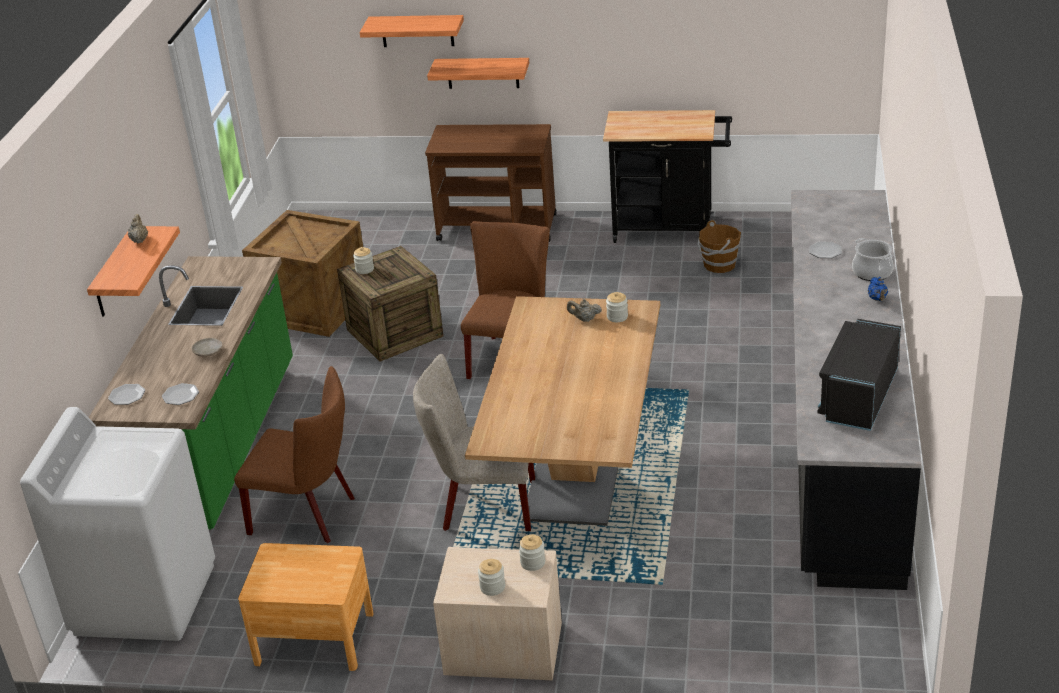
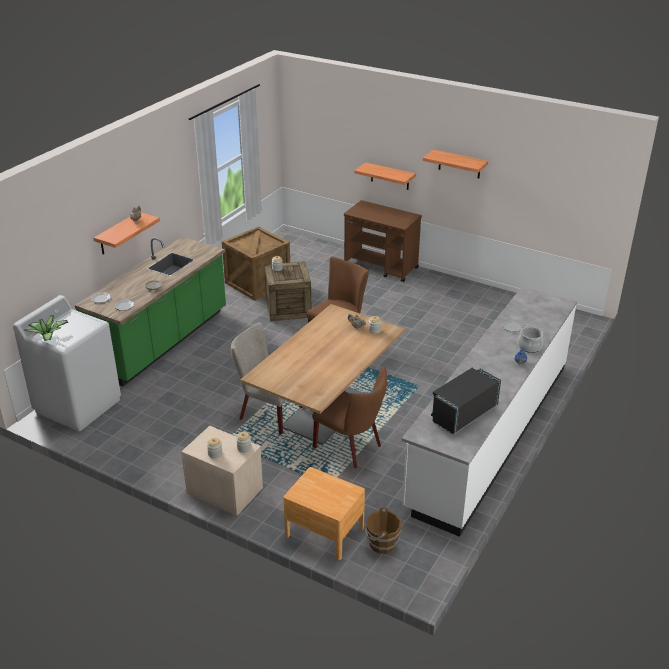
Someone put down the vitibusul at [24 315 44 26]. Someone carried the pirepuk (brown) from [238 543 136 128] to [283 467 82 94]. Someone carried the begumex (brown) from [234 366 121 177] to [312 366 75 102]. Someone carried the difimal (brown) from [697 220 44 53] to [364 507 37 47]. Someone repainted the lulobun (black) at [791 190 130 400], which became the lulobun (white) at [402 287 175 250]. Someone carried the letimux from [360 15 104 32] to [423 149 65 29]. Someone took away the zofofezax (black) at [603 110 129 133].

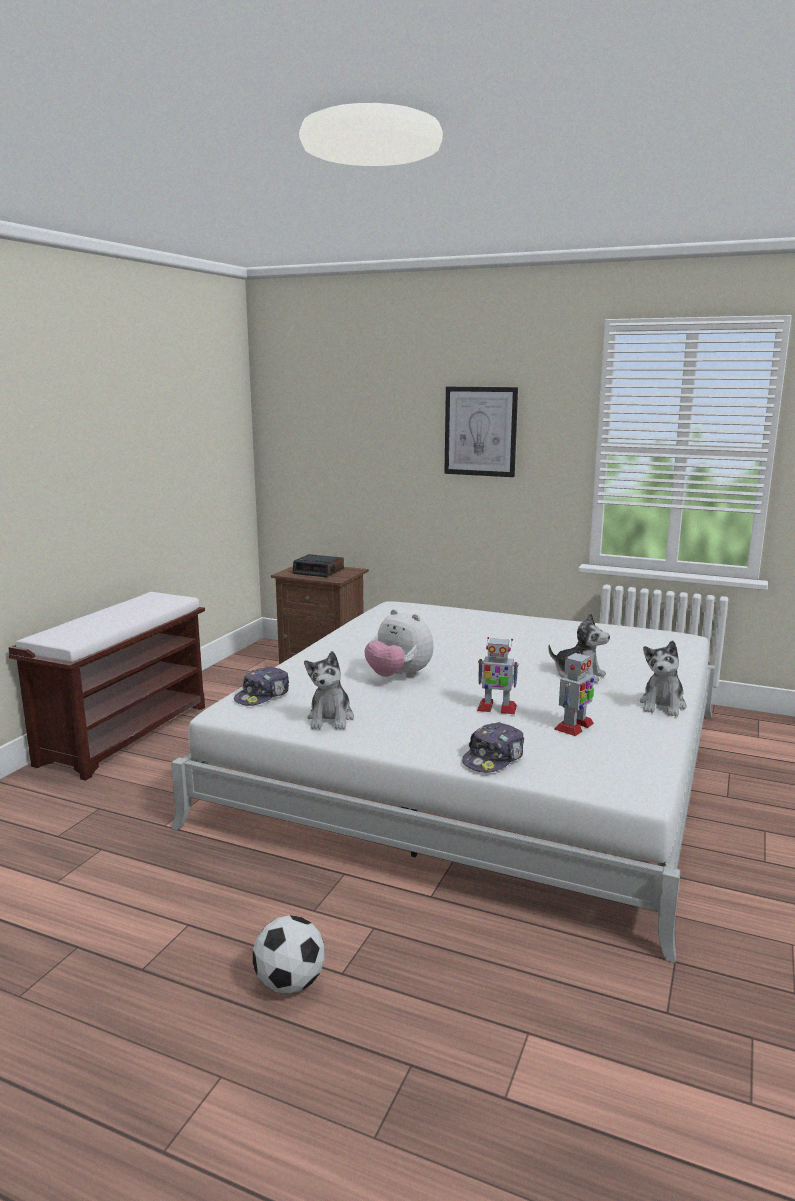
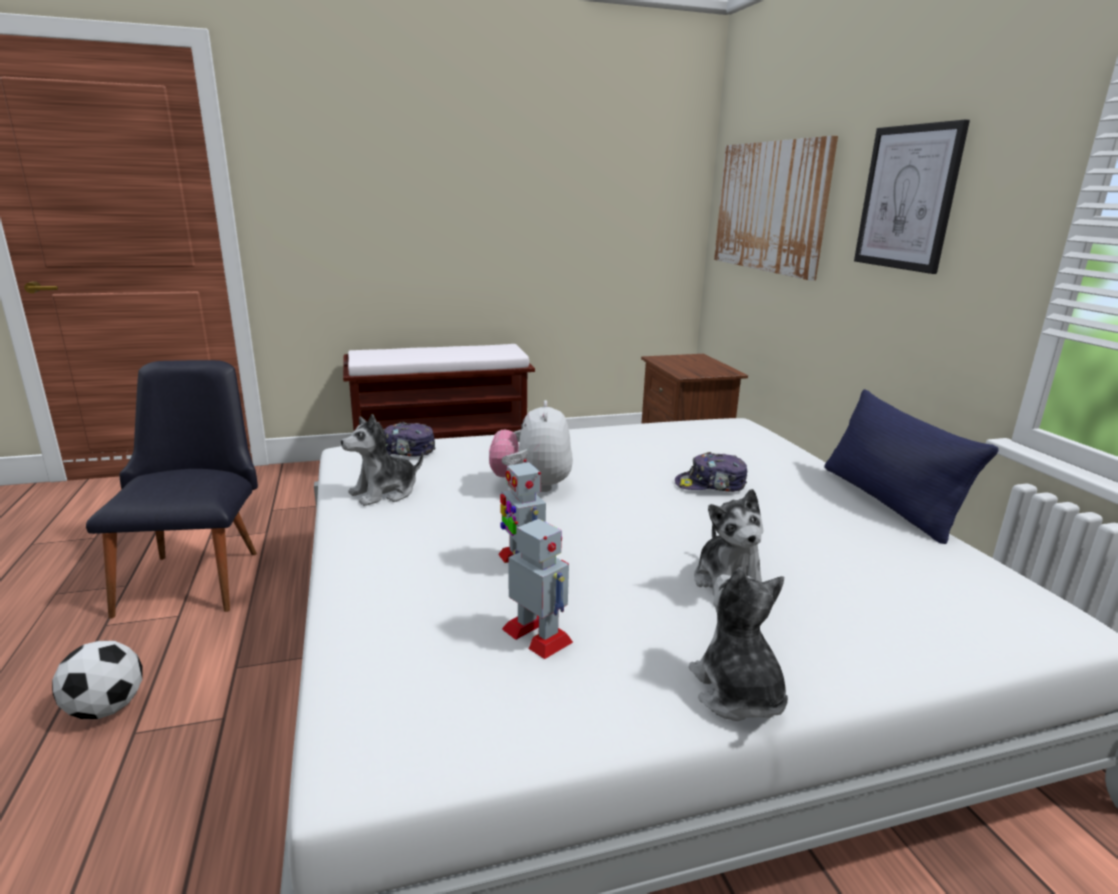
Someone put down the begumex (black) at [86 360 172 259]. Someone rotated the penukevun at [554 650 40 86] by 135 degrees counterclockwise. Someone carried the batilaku from [462 722 62 51] to [675 452 72 40]. Someone rotated the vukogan at [640 641 47 75] by 90 degrees clockwise. Someone put up the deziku at [714 136 124 145]. Someone put down the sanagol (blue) at [824 389 175 155]. Someone took away the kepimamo at [293 554 51 23].

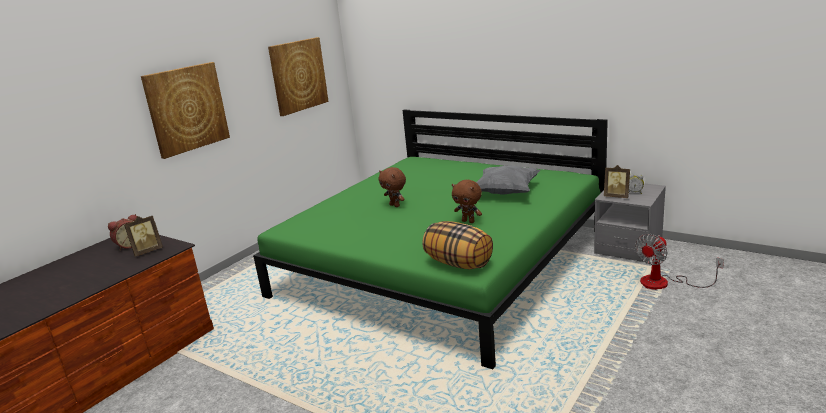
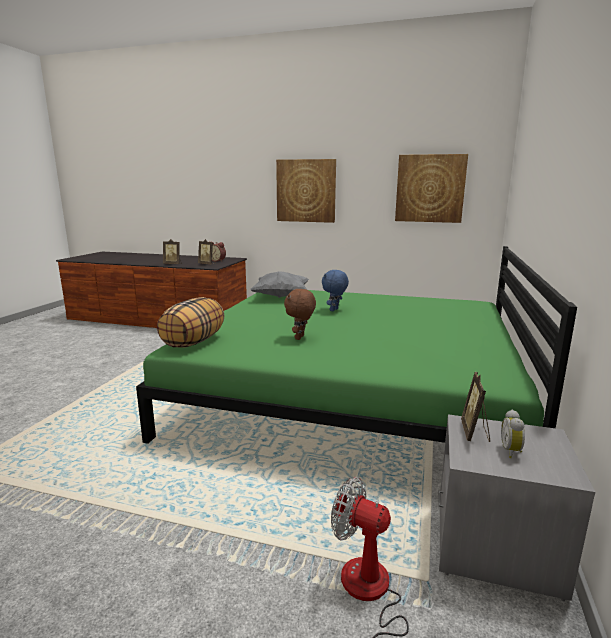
Someone put down the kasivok at [163 239 18 25]. Someone carried the sanagol (grey) from [476 165 64 30] to [250 271 59 27]. Someone repainted the vukogan (brown) at [379 167 27 40], which became the vukogan (blue) at [322 270 27 41].

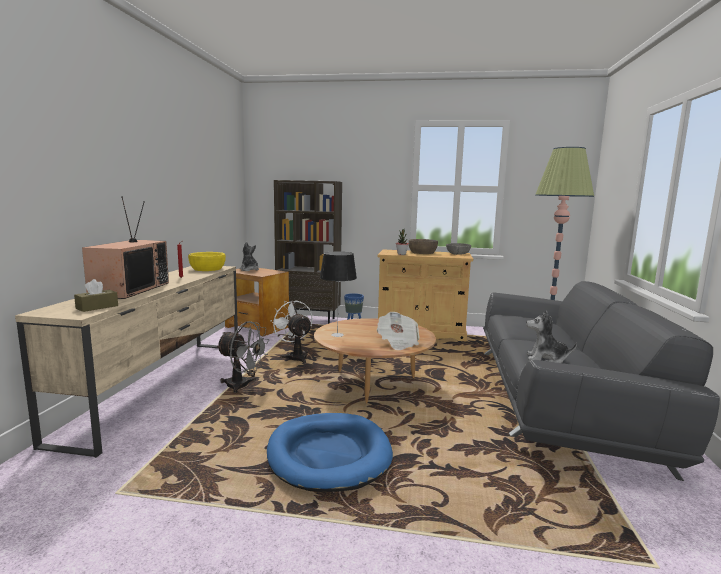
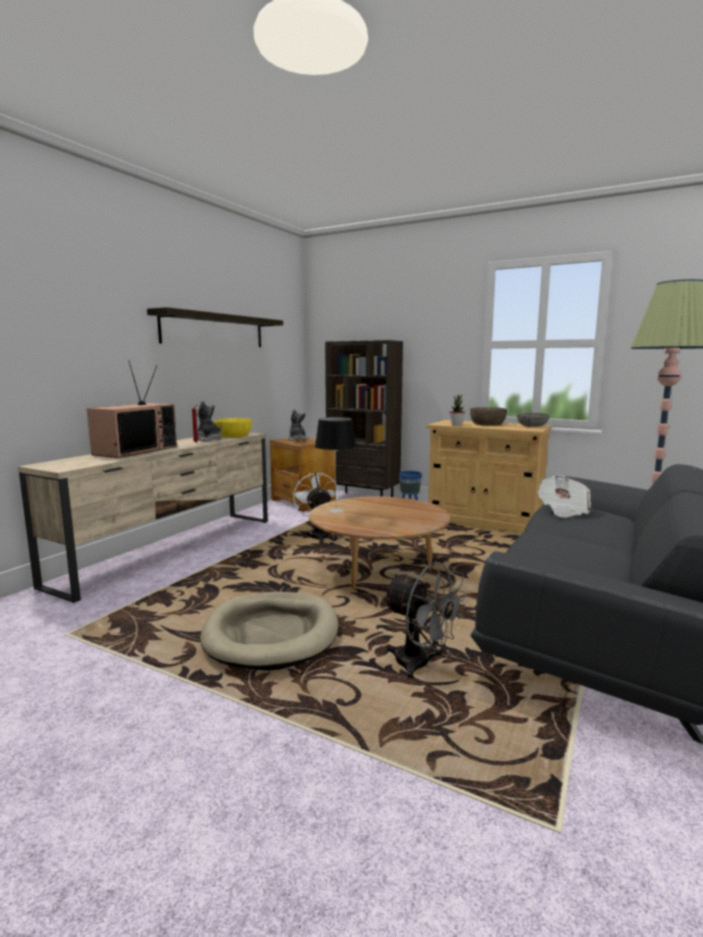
Someone put up the letimux at [147 307 136 40]. Someone carried the vukogan from [526 311 51 52] to [193 401 29 40]. Someone repainted the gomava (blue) at [267 413 126 79], which became the gomava (beige) at [200 592 138 79]. Someone carried the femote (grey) from [216 321 53 72] to [382 562 85 116]. Someone carried the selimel from [377 312 42 38] to [537 475 54 43]. Someone took away the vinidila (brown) at [74 279 44 33].

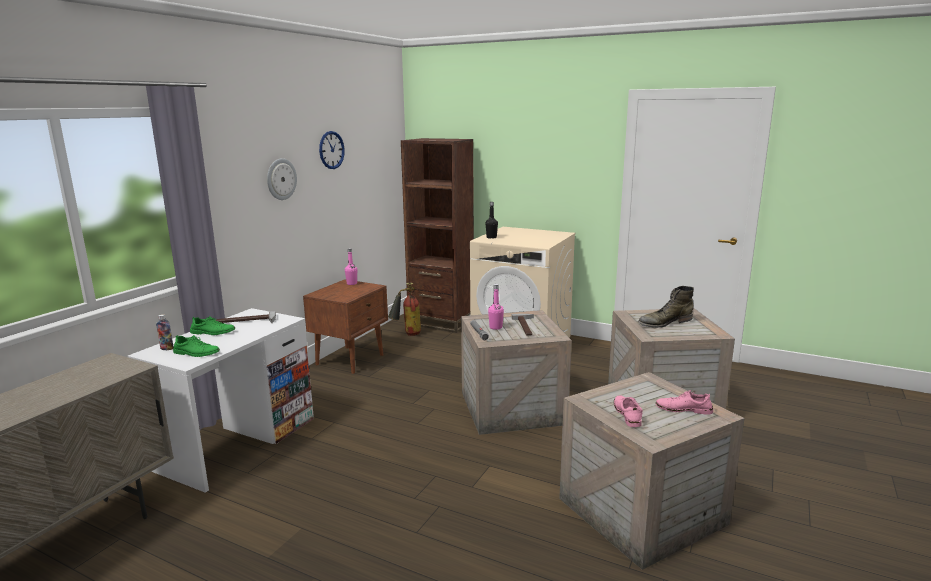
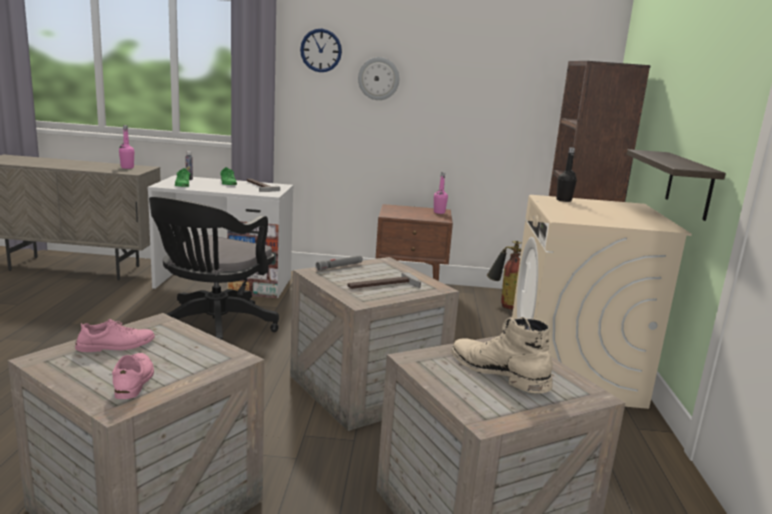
Someone carried the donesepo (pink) from [488 284 16 46] to [119 125 16 44]. Someone put down the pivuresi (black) at [149 197 130 143]. Someone carried the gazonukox from [319 131 26 38] to [300 29 42 43]. Someone repainted the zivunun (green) at [638 286 56 42], which became the zivunun (beige) at [451 317 102 76]. Someone put up the letimux at [627 149 99 72].

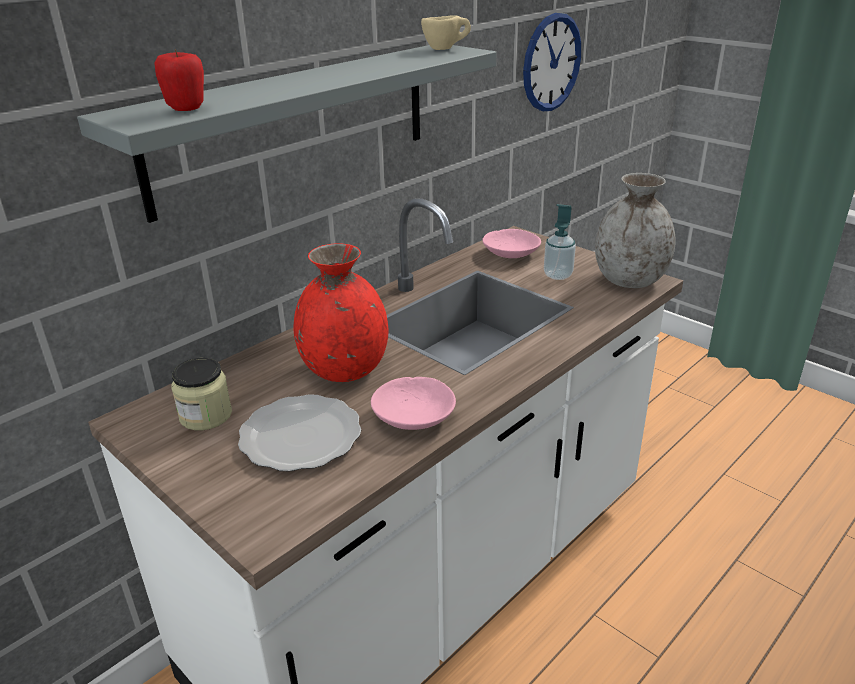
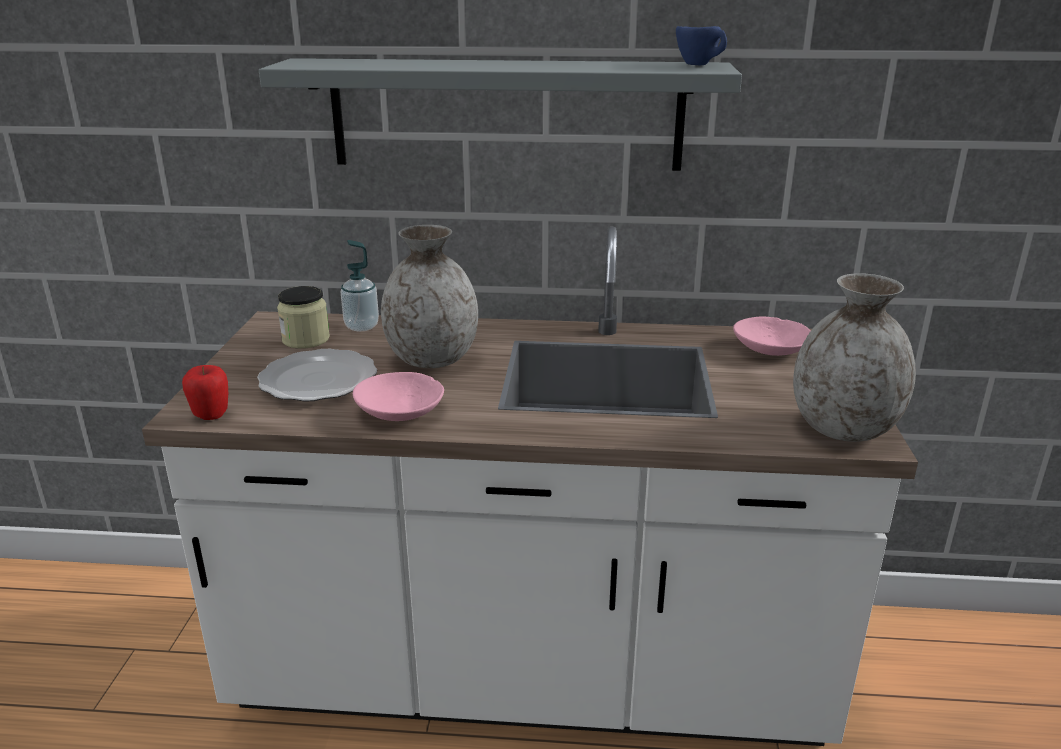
Someone carried the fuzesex from [154 49 50 62] to [182 365 46 55]. Someone carried the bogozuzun from [544 204 32 76] to [341 240 38 91]. Someone repainted the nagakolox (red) at [294 243 94 139], which became the nagakolox (grey) at [381 225 97 143]. Someone repainted the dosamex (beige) at [421 15 50 35], which became the dosamex (blue) at [676 26 51 39]. Someone took away the gazonukox at [523 13 58 98].

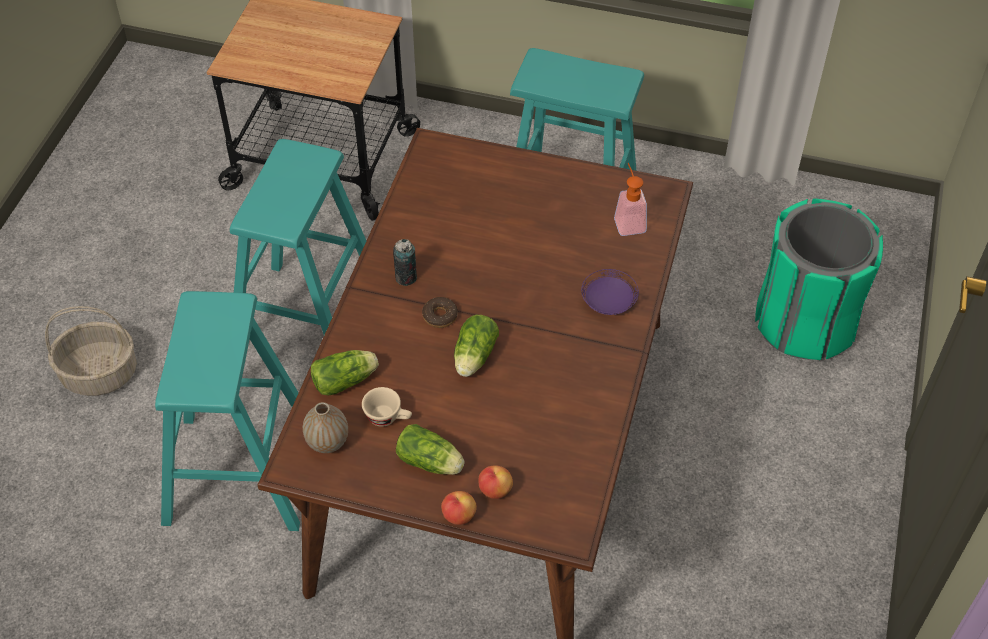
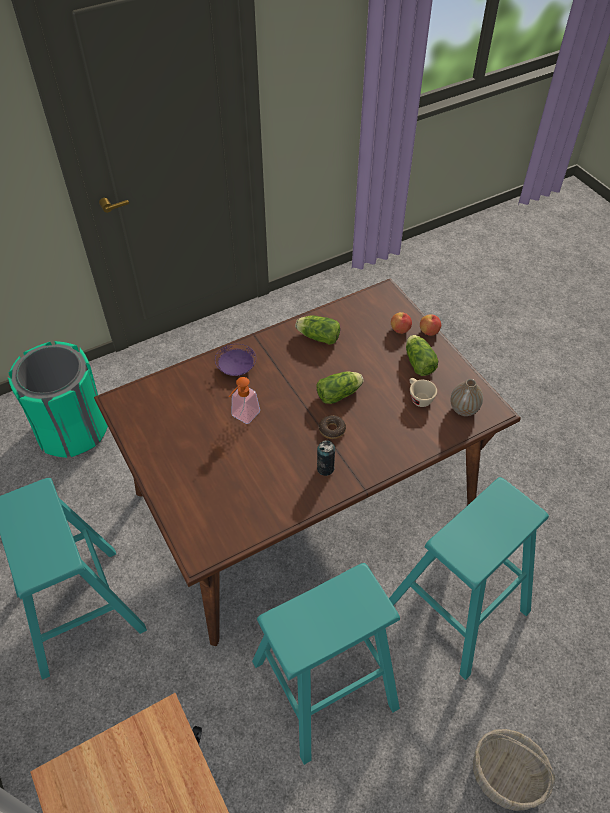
Someone carried the bogozuzun from [614 163 33 73] to [229 377 31 47]. Someone carried the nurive from [311 350 68 46] to [295 316 45 29].

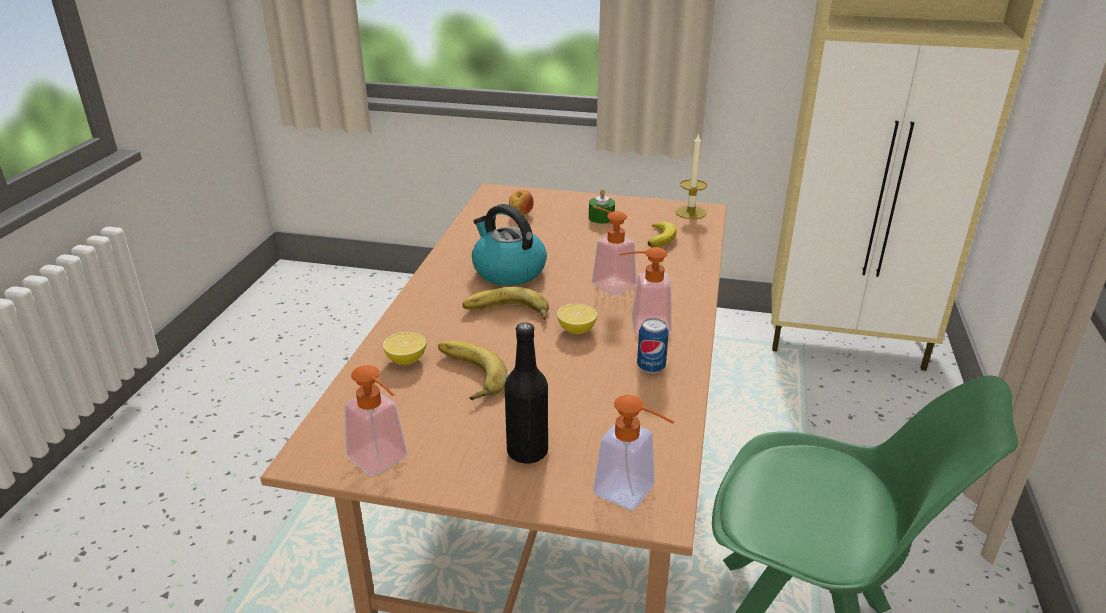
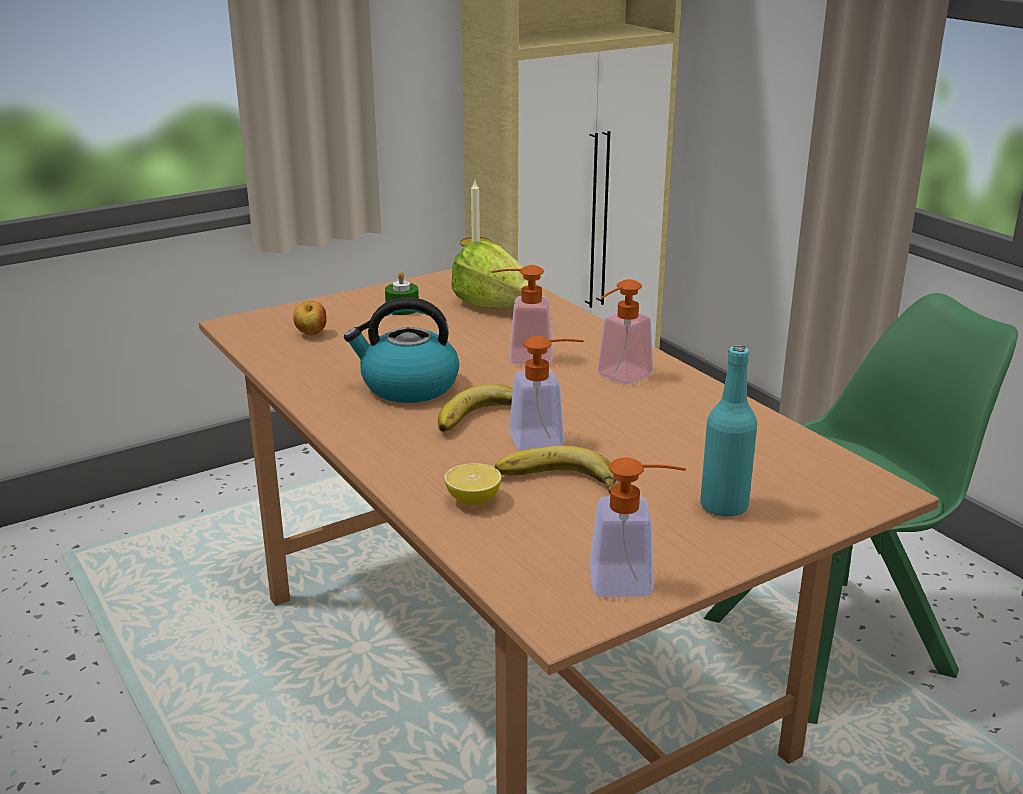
Someone swapped the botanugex at [648 222 29 25] for the nurive at [452 241 76 68]. Someone carried the bogozuzun from [593 395 81 115] to [509 336 75 115]. Someone repainted the donesepo (black) at [505 322 43 142], which became the donesepo (turquoise) at [700 345 57 173]. Someone took away the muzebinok at [557 304 40 30]. Someone took away the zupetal at [637 318 32 55].

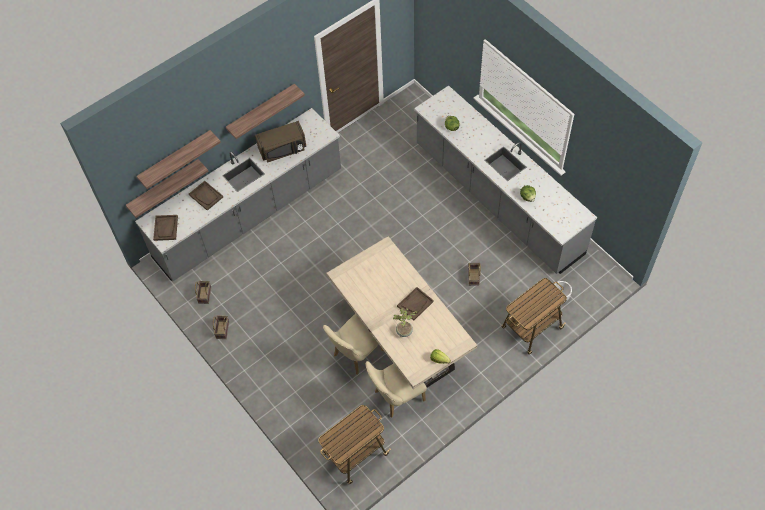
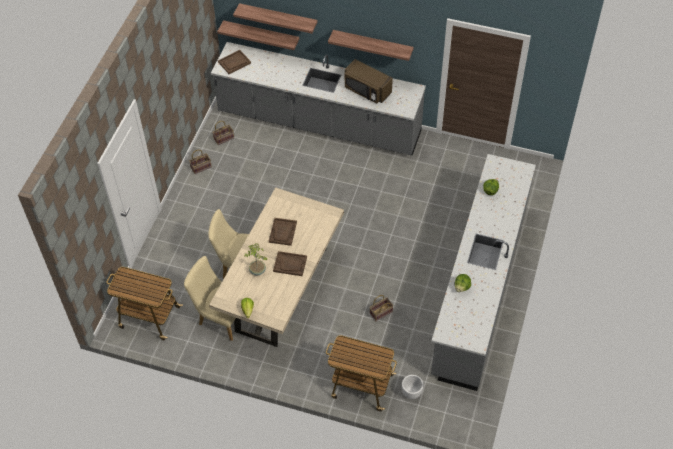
Someone carried the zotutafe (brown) from [189 181 34 30] to [269 218 28 28].

